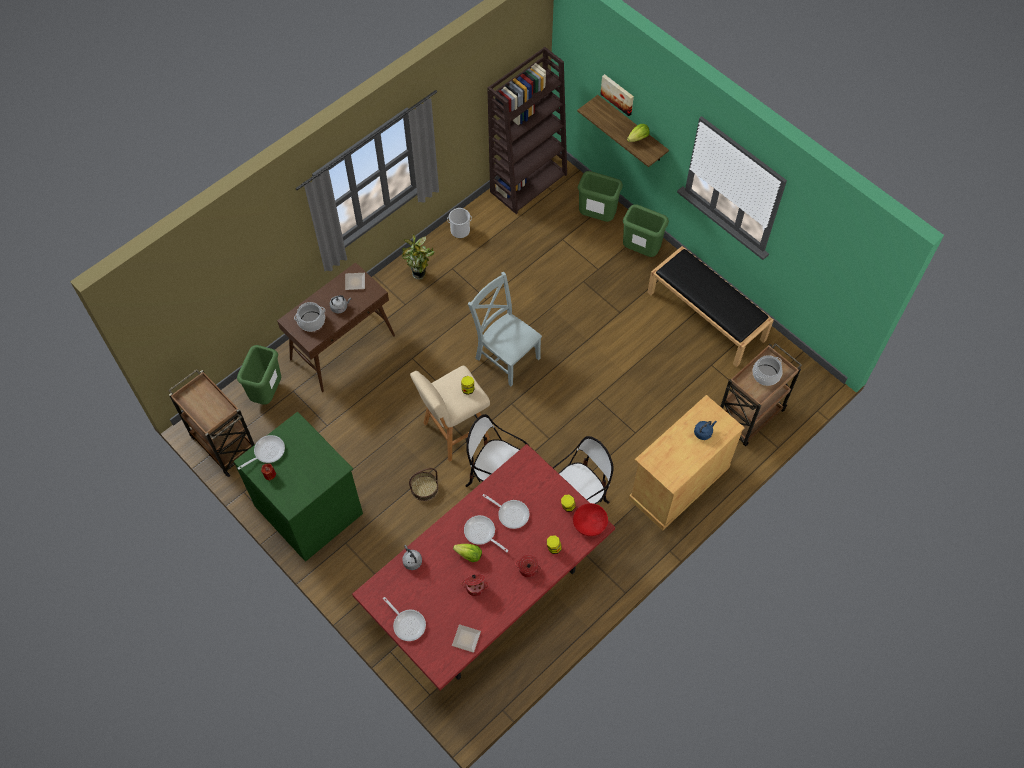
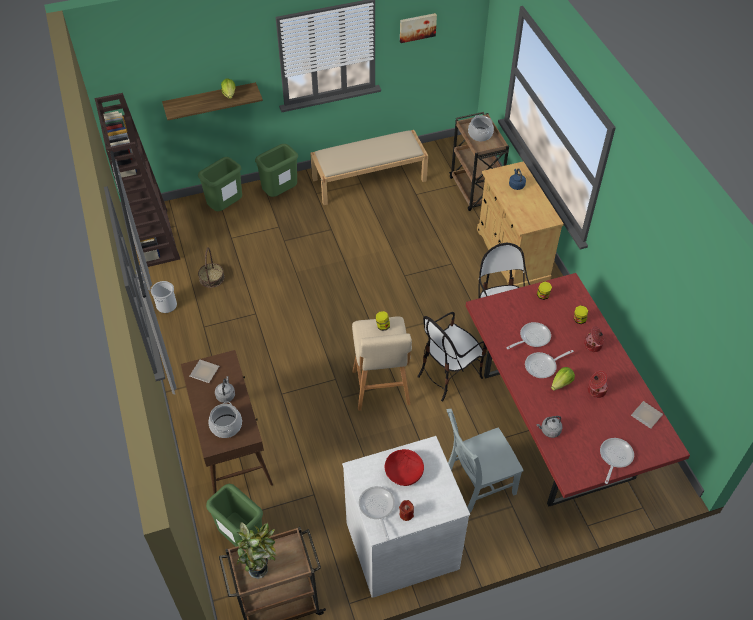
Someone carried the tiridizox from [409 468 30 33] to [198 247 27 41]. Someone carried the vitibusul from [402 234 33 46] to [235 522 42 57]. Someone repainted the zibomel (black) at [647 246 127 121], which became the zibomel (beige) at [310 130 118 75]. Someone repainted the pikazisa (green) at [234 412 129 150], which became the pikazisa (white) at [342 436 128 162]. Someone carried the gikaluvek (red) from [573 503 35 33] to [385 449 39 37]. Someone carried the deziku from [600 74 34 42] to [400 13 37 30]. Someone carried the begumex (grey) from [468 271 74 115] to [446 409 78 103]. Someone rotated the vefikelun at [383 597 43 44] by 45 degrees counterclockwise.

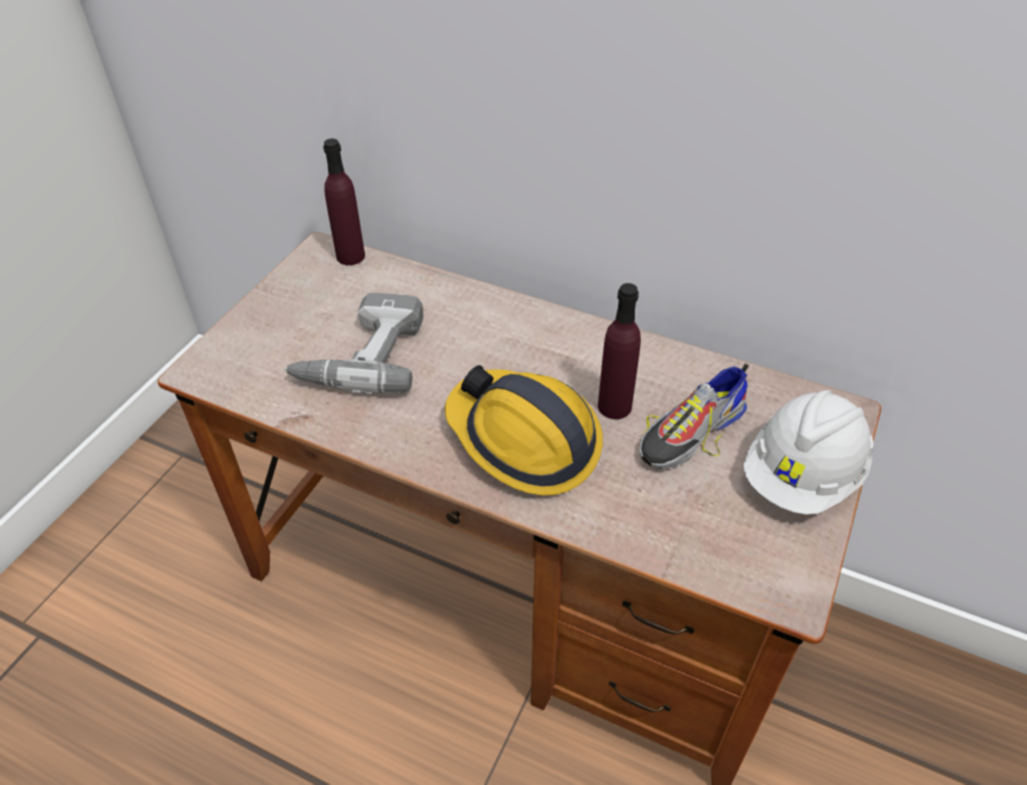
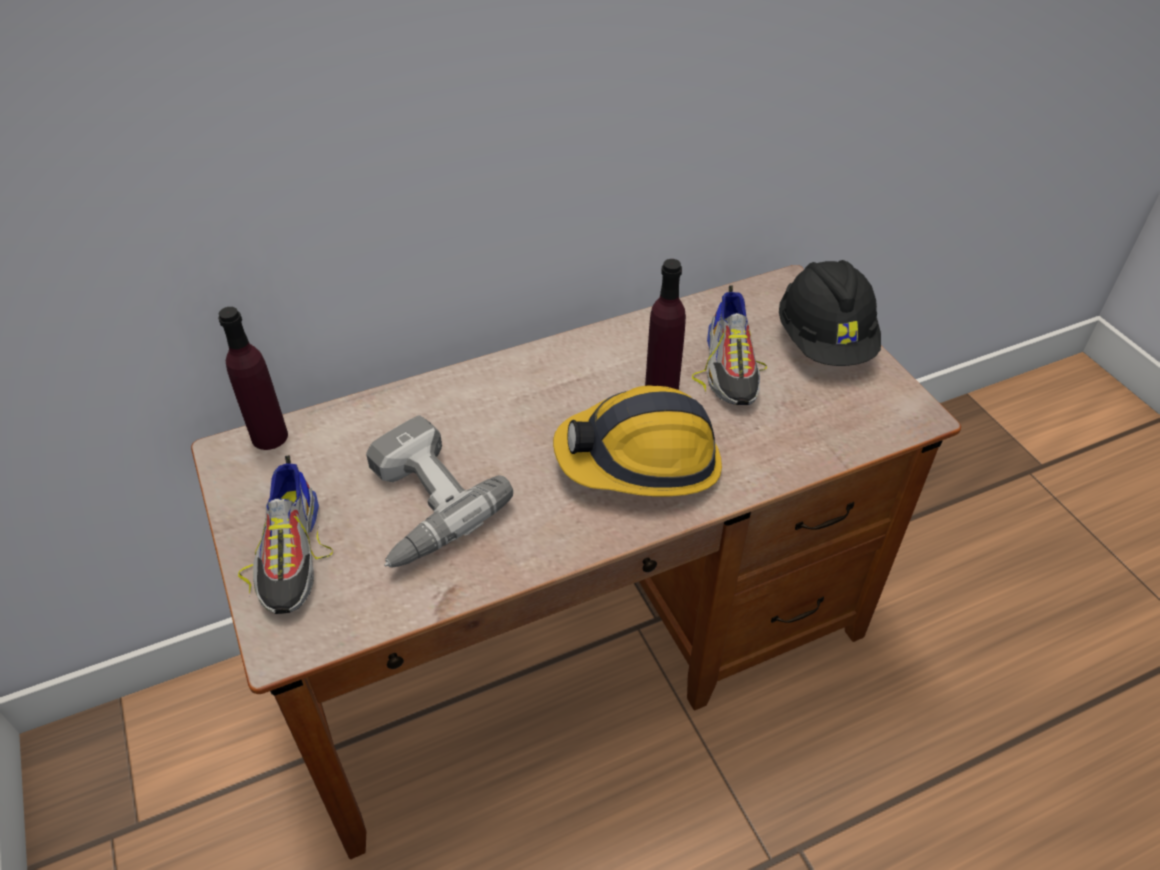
Someone put down the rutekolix at [238 455 95 159]. Someone repainted the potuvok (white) at [743 390 131 125], which became the potuvok (black) at [779 260 102 106].

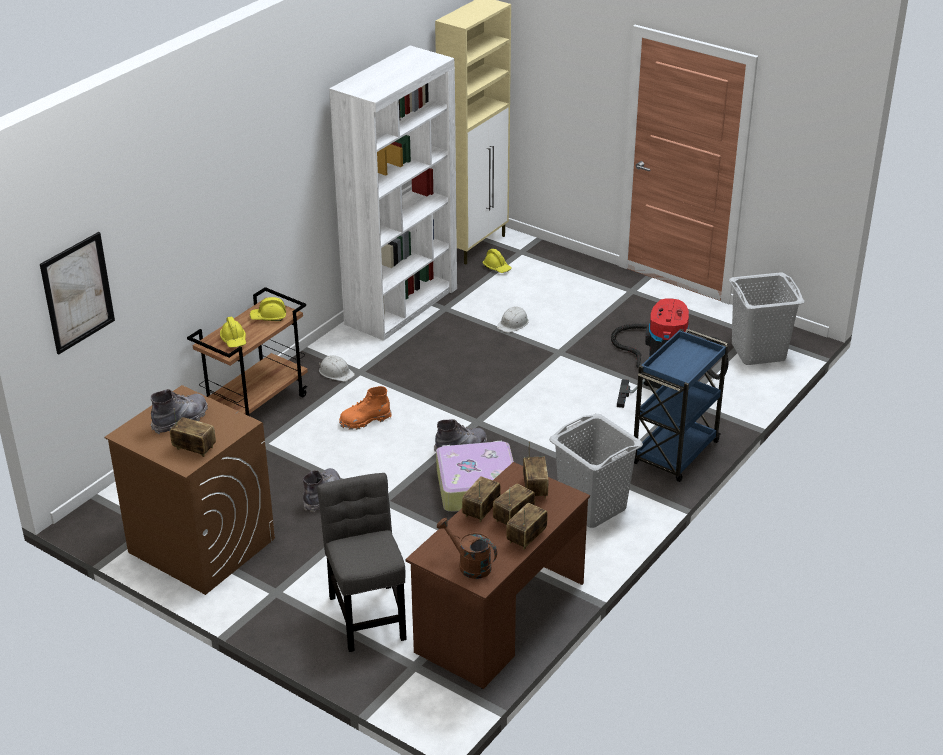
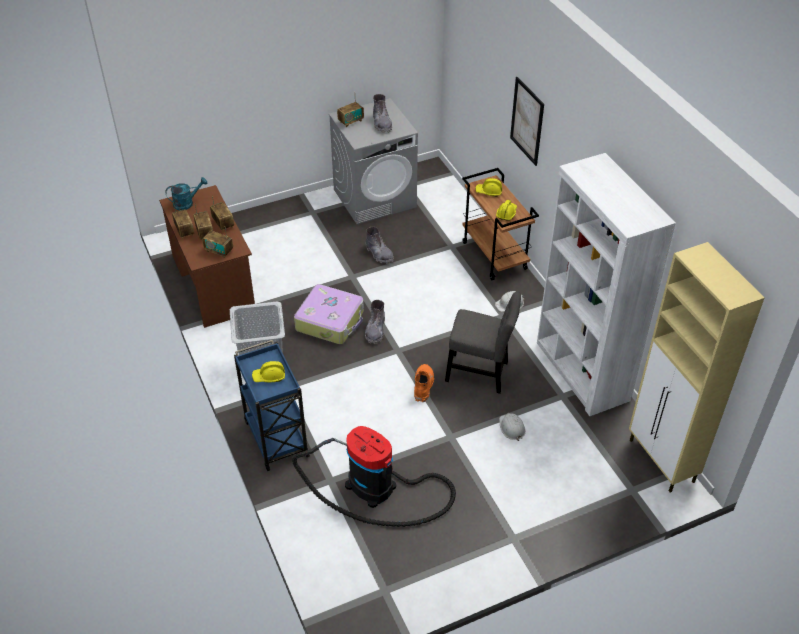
Someone repainted the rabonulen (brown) at [437 518 60 61], which became the rabonulen (turquoise) at [165 177 42 34]. Someone carried the potuvok (yellow) from [483 249 29 24] to [252 361 33 21]. Someone repainted the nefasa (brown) at [105 385 170 210], which became the nefasa (grey) at [329 98 89 126]. Someone carried the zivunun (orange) from [339 386 53 44] to [414 364 20 38]. Someone carried the begumex (grey) from [317 473 90 179] to [445 291 76 103]. Someone carried the deziku from [40 232 75 123] to [510 77 34 89]. Someone took away the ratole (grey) at [729 272 75 93].

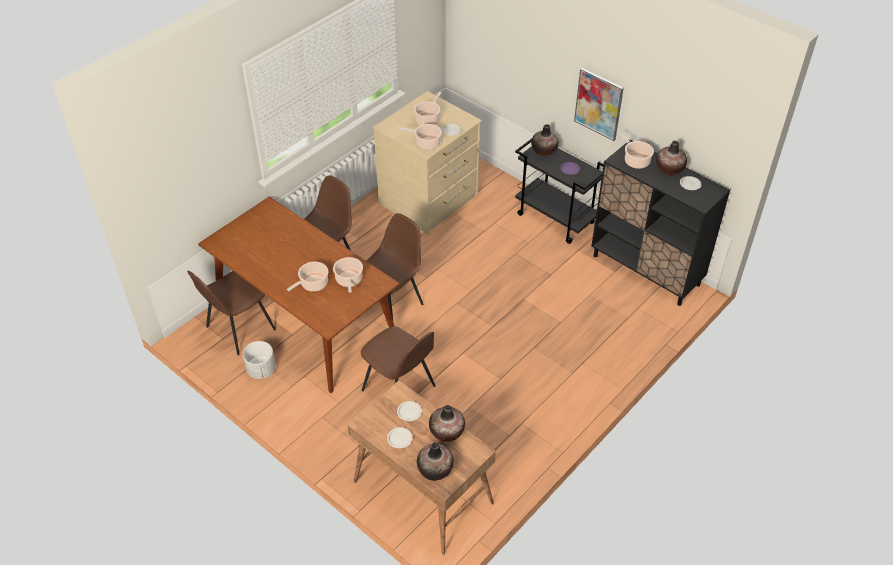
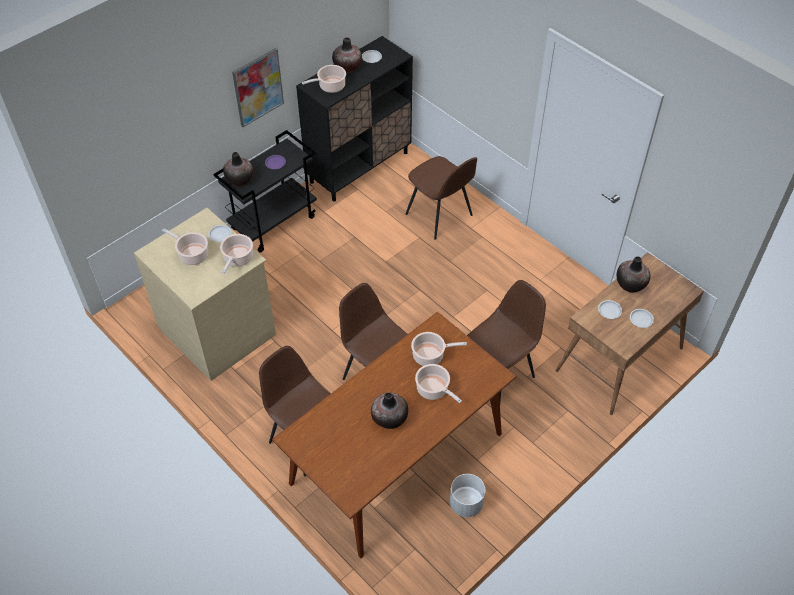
Someone carried the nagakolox from [417 442 37 39] to [371 392 37 37]. Someone carried the begumex (brown) from [187 271 89 84] to [406 156 71 83].

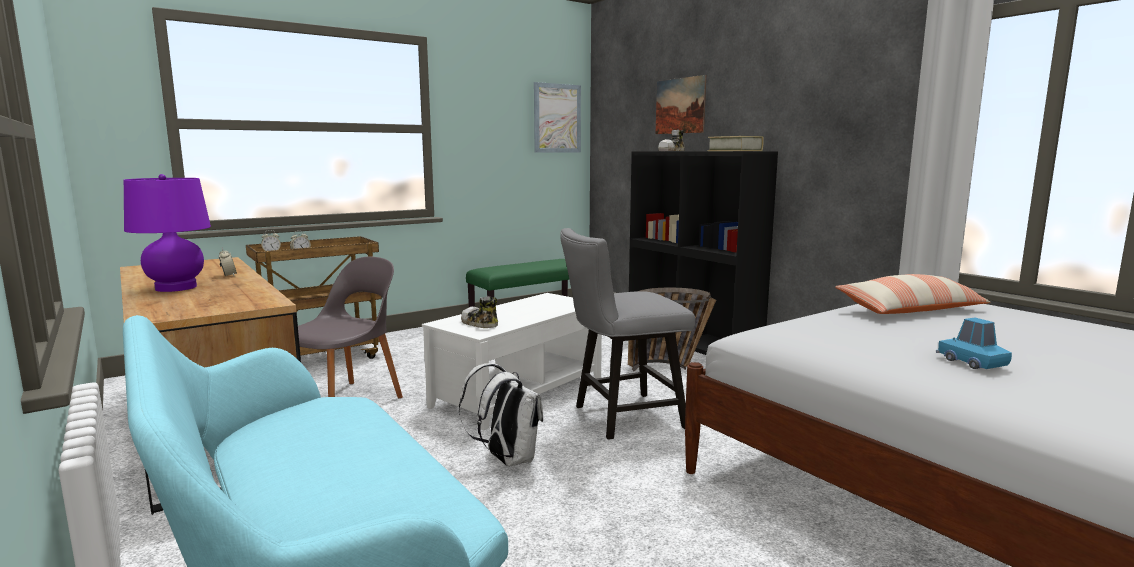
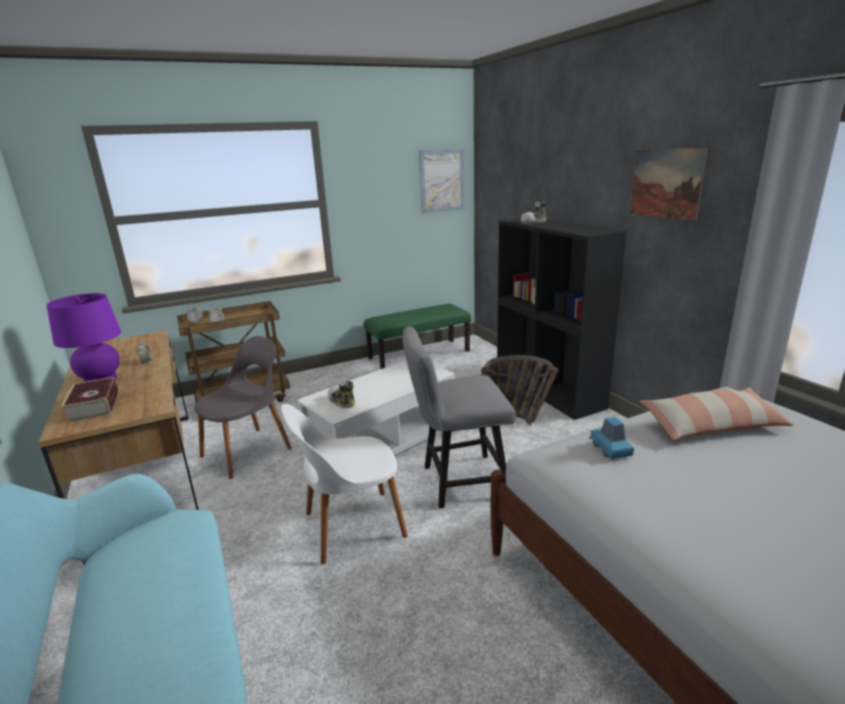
Someone carried the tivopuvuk from [708 136 55 15] to [61 377 57 46]. Someone swapped the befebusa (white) at [459 363 84 104] for the begumex (white) at [281 404 127 160]. Someone carried the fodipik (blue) from [936 318 76 51] to [589 417 45 42]. Someone carried the deziku from [656 75 50 59] to [630 148 78 73].

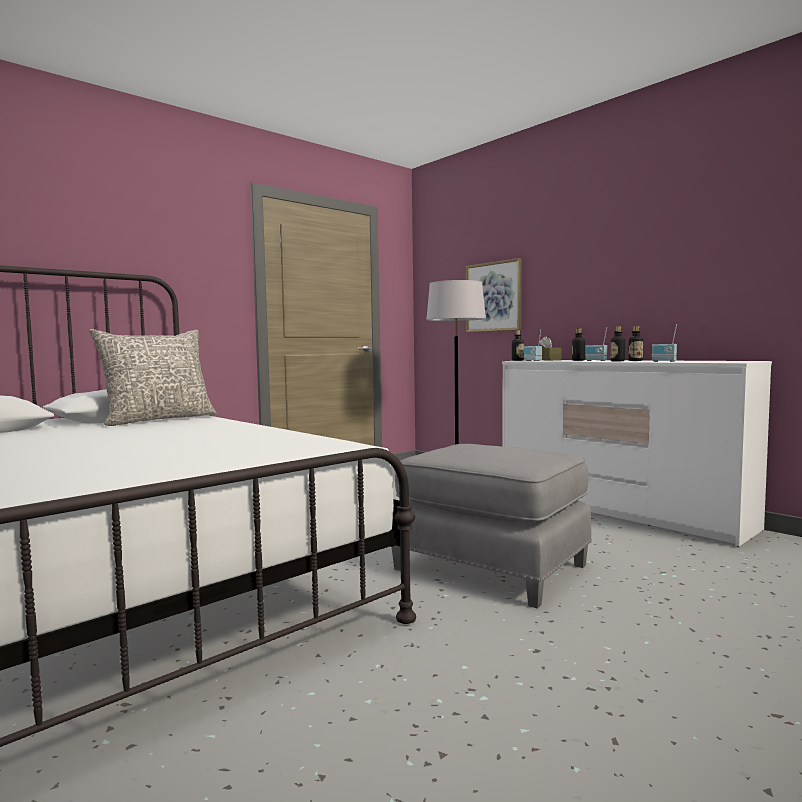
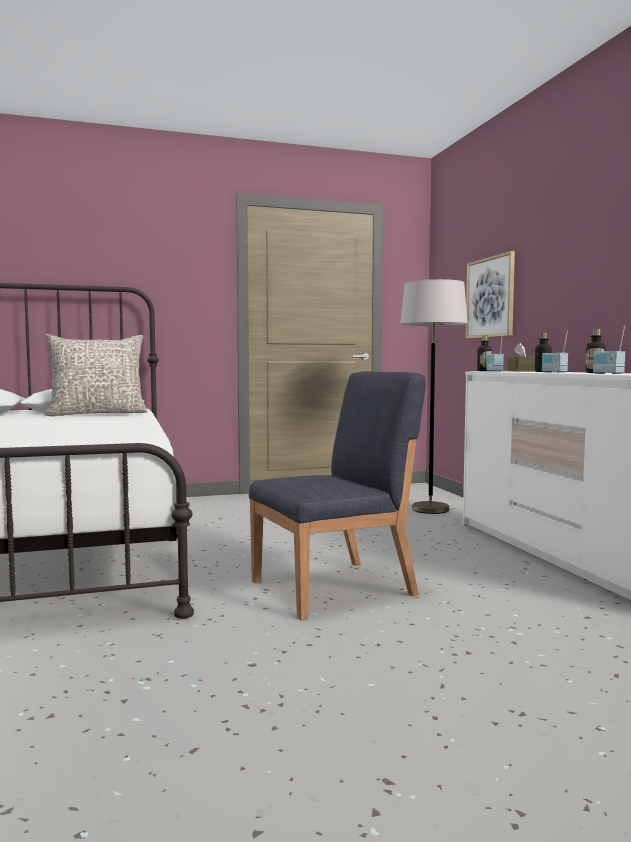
Someone swapped the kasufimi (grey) at [392 444 200 165] for the begumex (blue) at [249 371 177 249]. Someone took away the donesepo at [611 326 14 35].

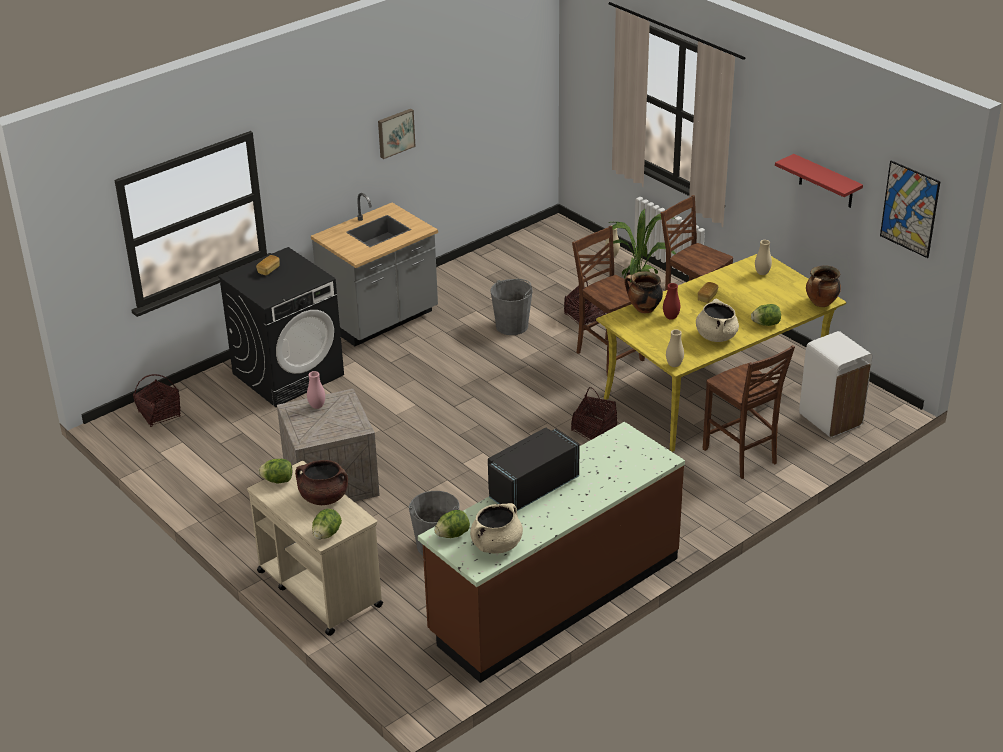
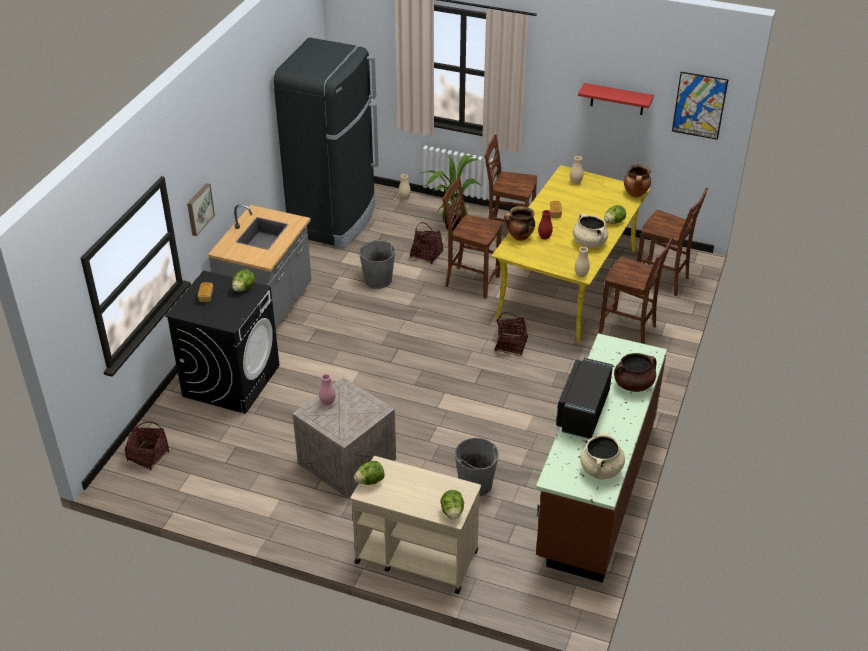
Someone carried the deziku from [378 109 38 50] to [187 183 28 53]. Someone carried the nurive from [434 510 36 28] to [232 269 23 23]. Someone put down the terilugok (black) at [274 38 105 210]. Someone carried the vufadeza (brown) from [295 460 53 45] to [614 353 42 39]. Someone swapped the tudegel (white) at [799 331 73 106] for the begumex (brown) at [637 187 71 109].

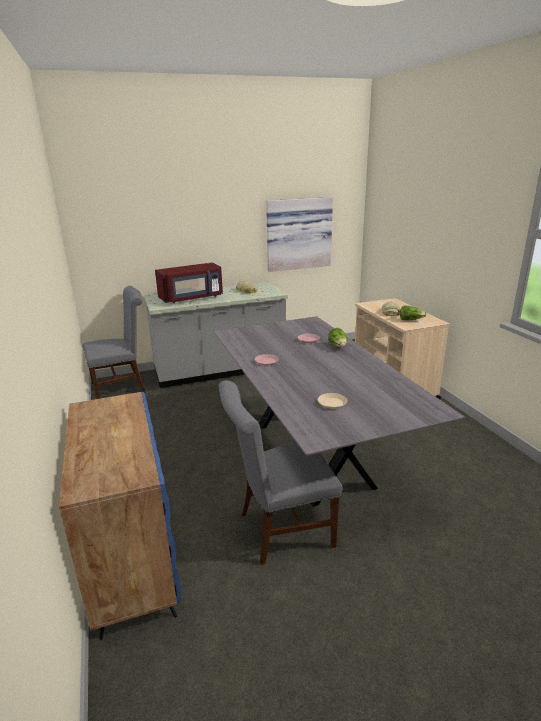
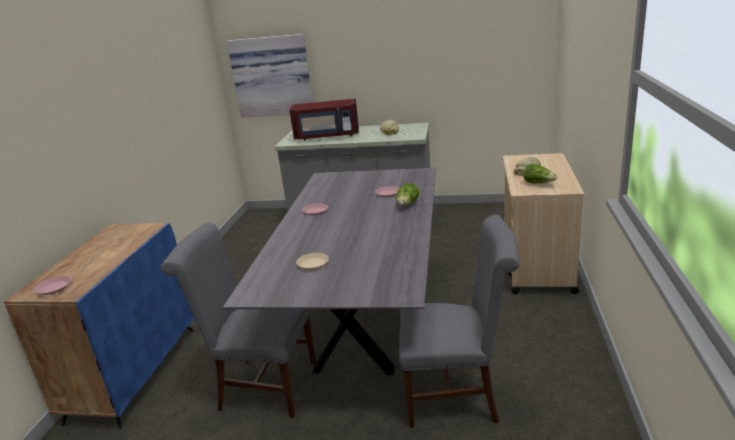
Someone put down the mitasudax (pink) at [34 276 37 19]. Someone carried the deziku from [266 197 67 75] to [227 34 86 84]. Someone carried the begumex (grey) from [82 286 64 113] to [399 215 121 213].

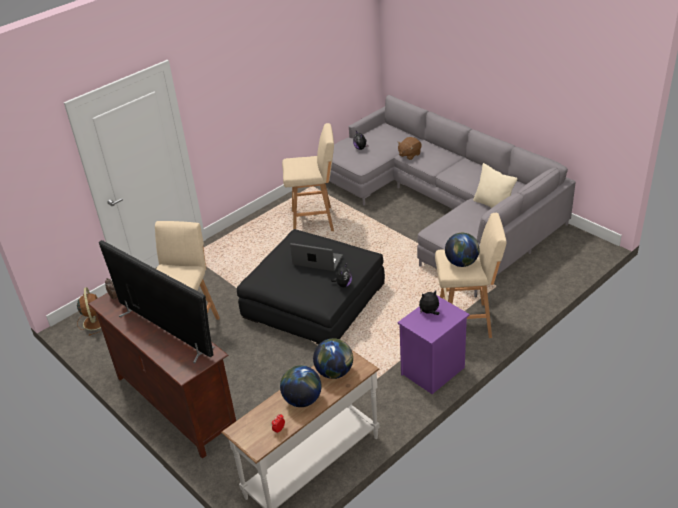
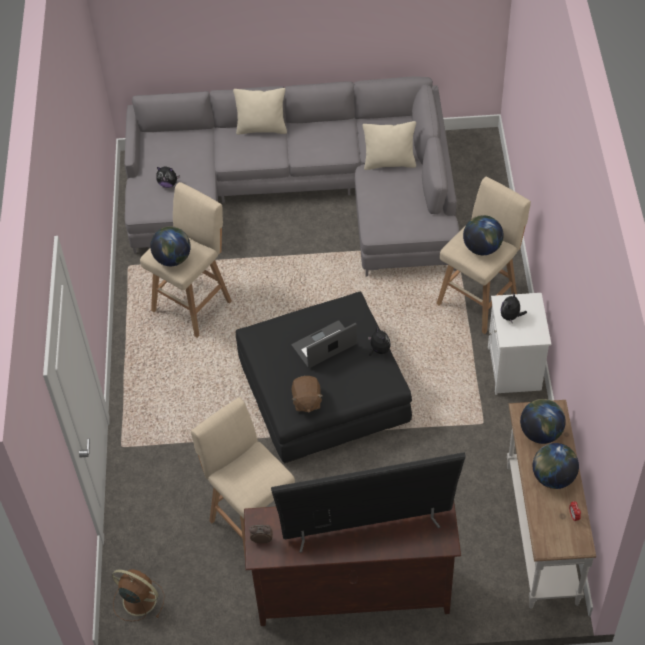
Someone put down the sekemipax at [150 226 41 40]. Someone put down the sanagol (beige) at [233 88 54 47]. Someone carried the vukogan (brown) from [397 137 25 23] to [292 376 31 37]. Someone repainted the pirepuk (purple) at [398 295 72 99], which became the pirepuk (white) at [488 293 63 102].

